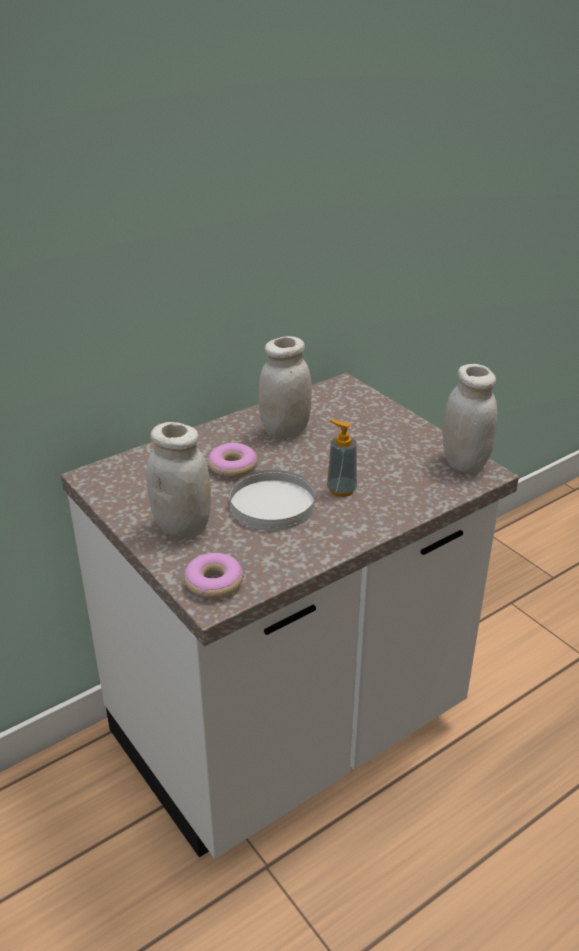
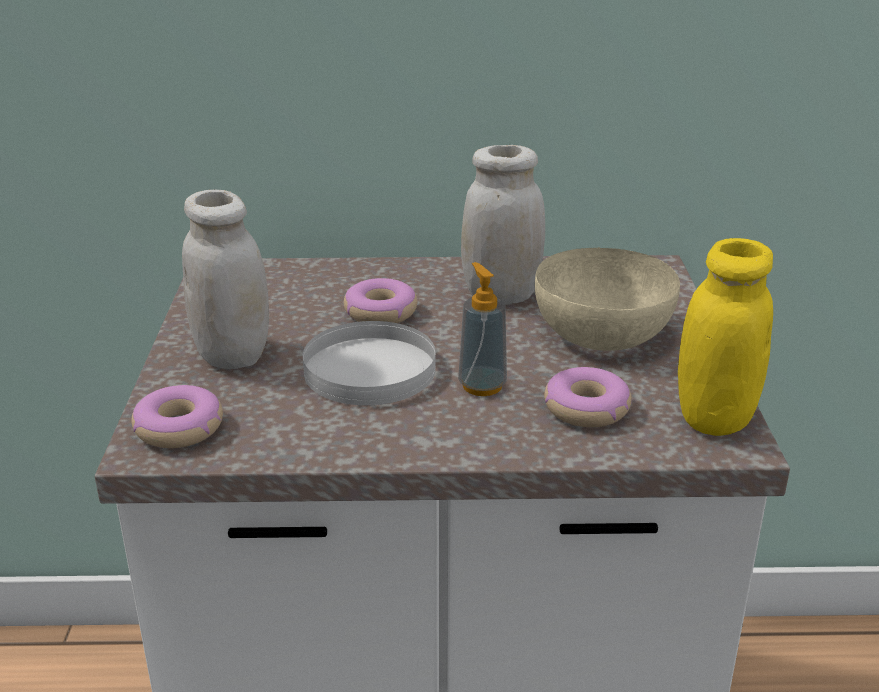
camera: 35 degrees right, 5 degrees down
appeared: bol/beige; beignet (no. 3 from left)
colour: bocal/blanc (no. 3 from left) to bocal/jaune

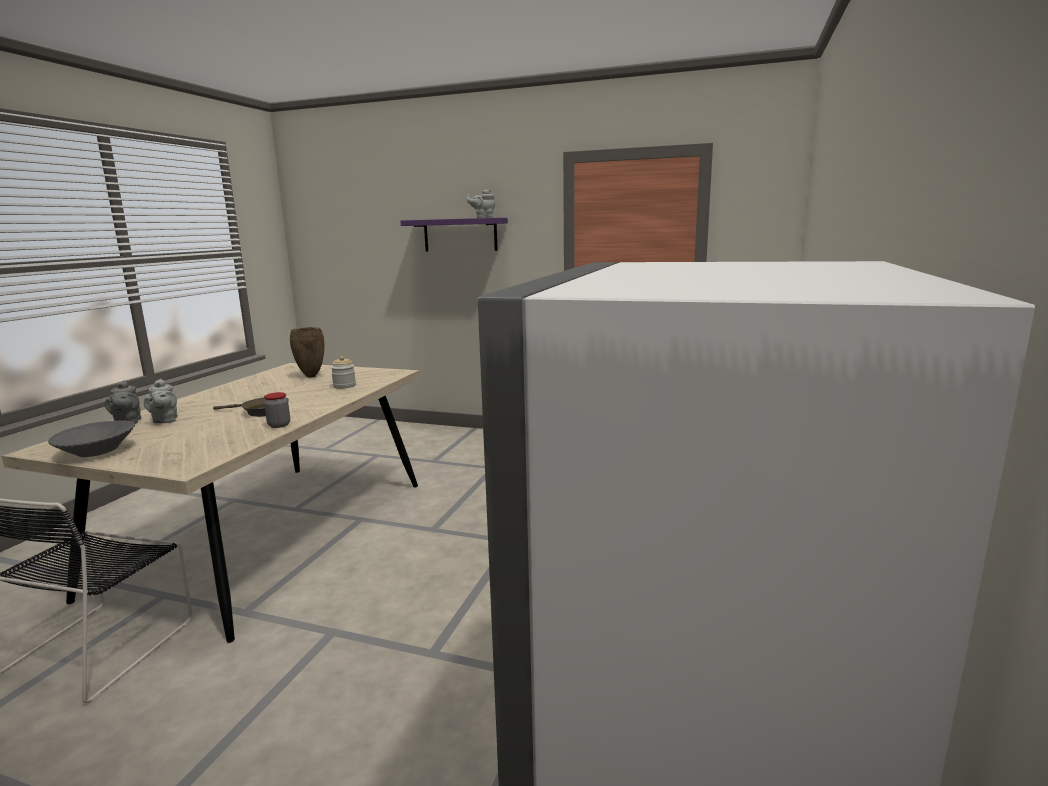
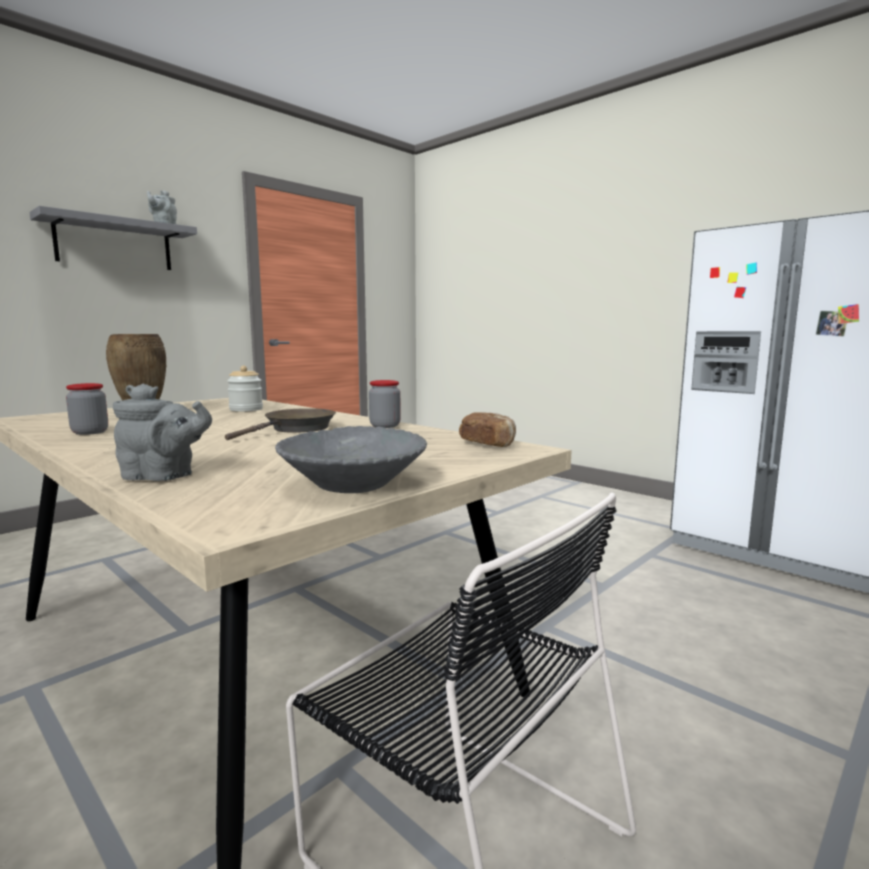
camera: 65 degrees left, 5 degrees down
missing: théière/gris (no. 2 from left)
appeared: bocal (no. 1 from left); pain
colour: étagère/violet to étagère/gris

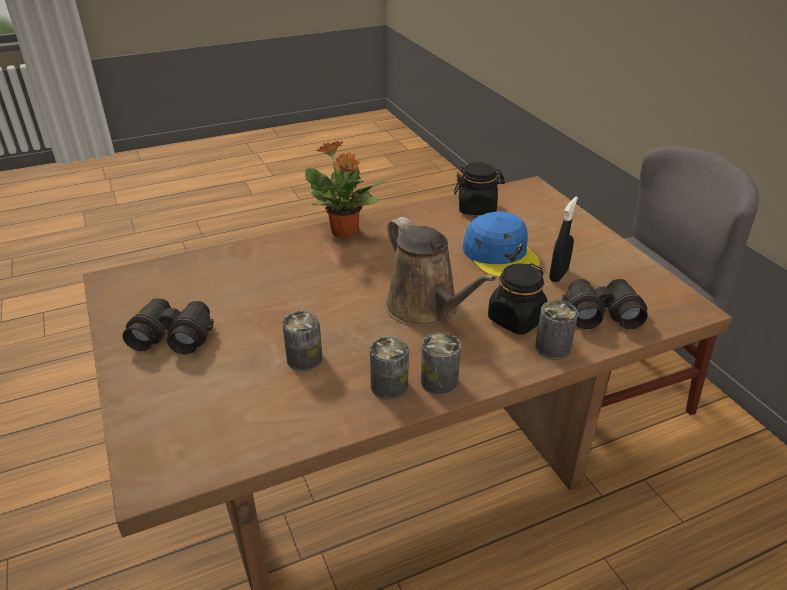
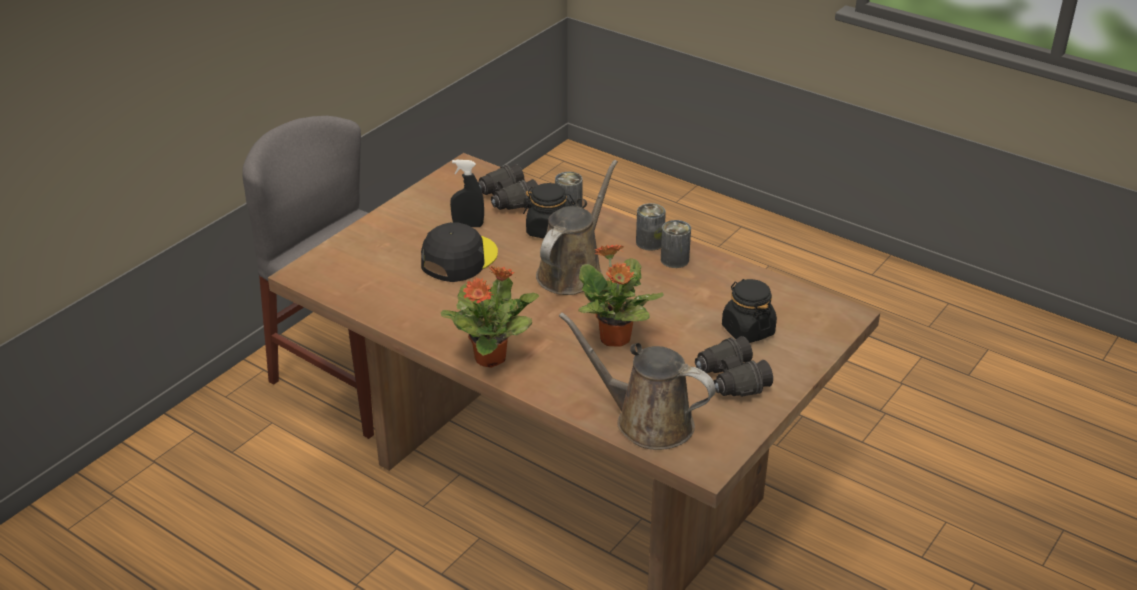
camera: 120 degrees left, 0 degrees up
missing: boîte métallique (no. 1 from left)
appeared: arrosoir/marron (no. 2 from left); plante en pot (no. 2 from left)
relocated: bocal/noir (no. 1 from left in the first image) to bocal/noir (no. 2 from left)
colour: casquette/bleu to casquette/noir

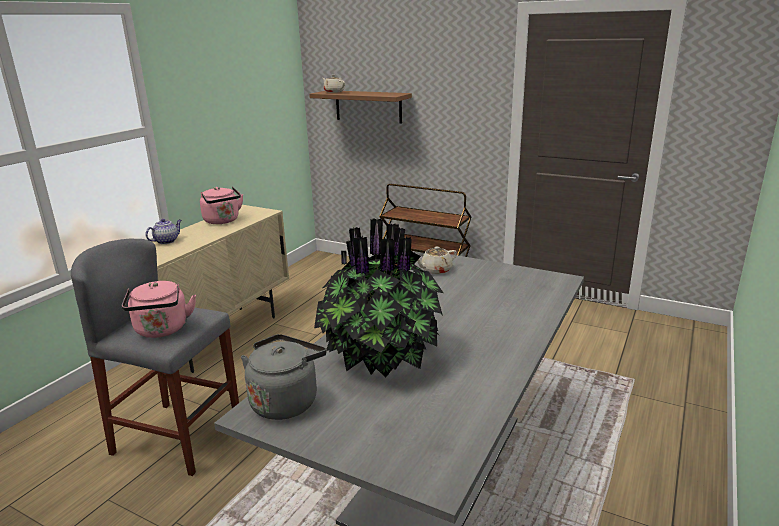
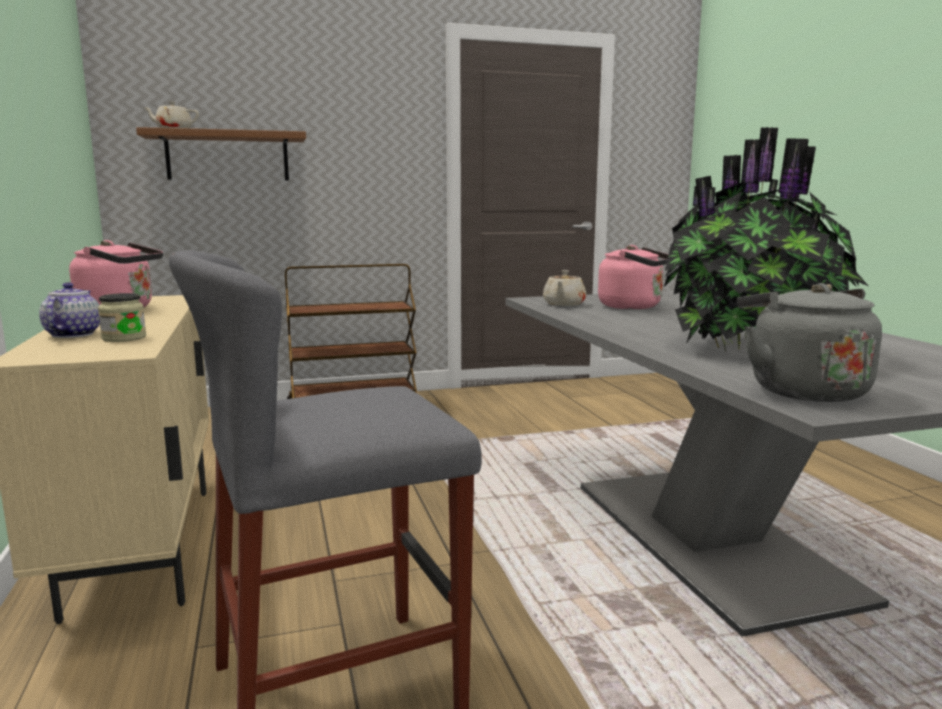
camera: 45 degrees left, 10 degrees down
appeared: bocal
relocated: bouilloire/rose (no. 1 from left in the first image) to bouilloire/rose (no. 2 from left)

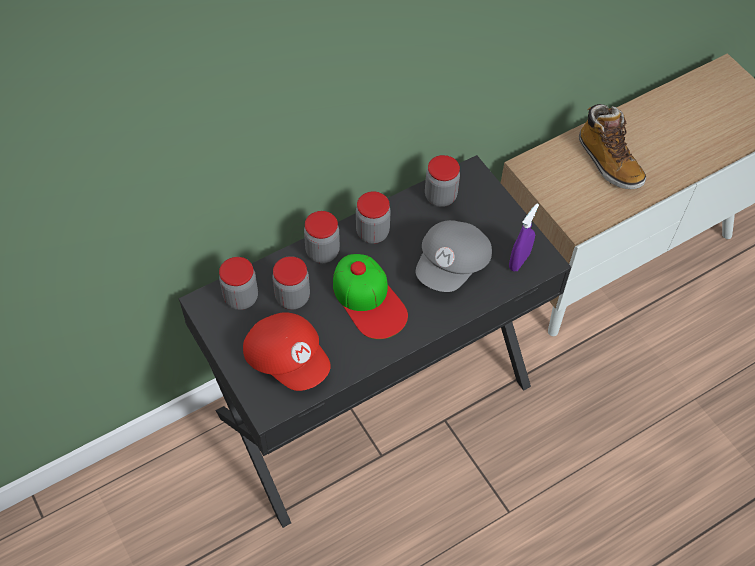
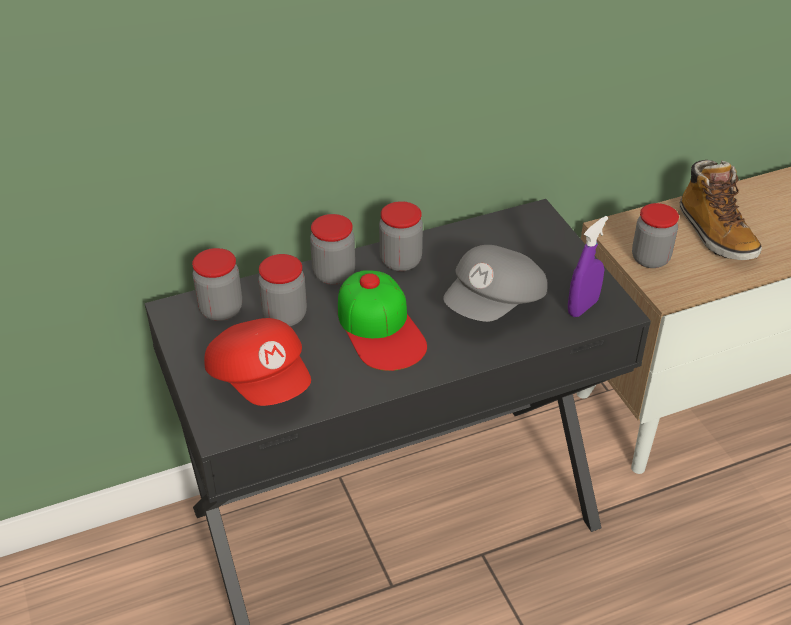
camera: 10 degrees right, 15 degrees down
relocated: bocal (no. 5 from left)

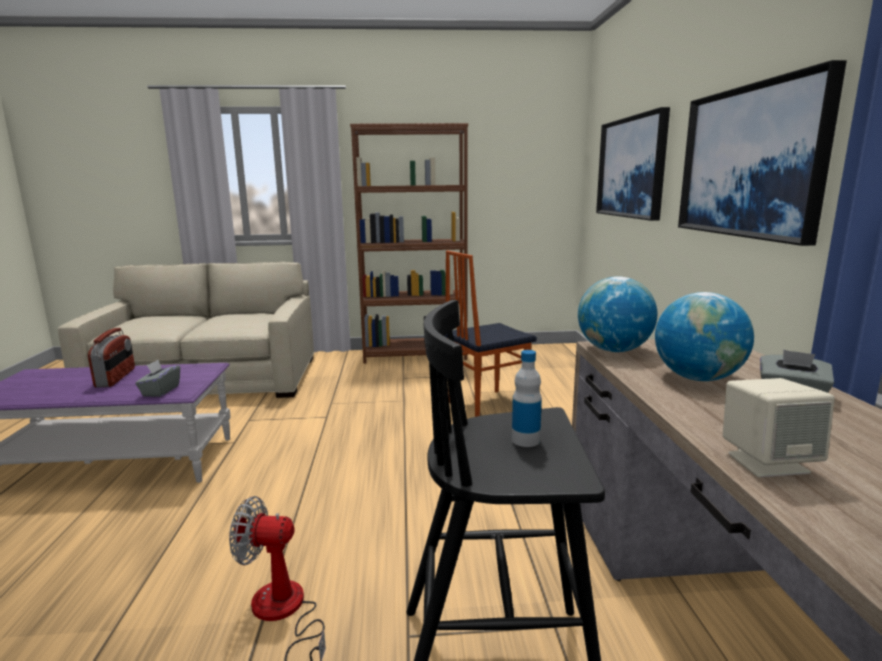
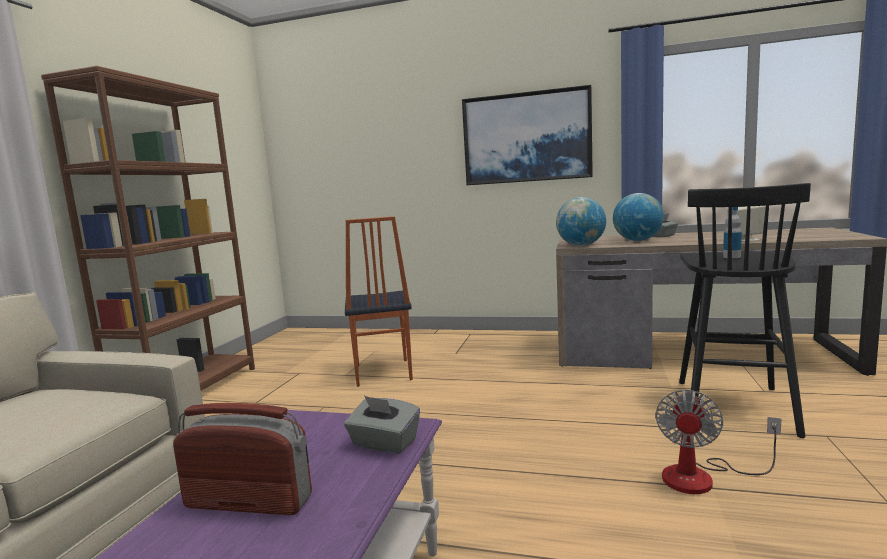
camera: 70 degrees left, 5 degrees down
missing: tableau (no. 1 from left)

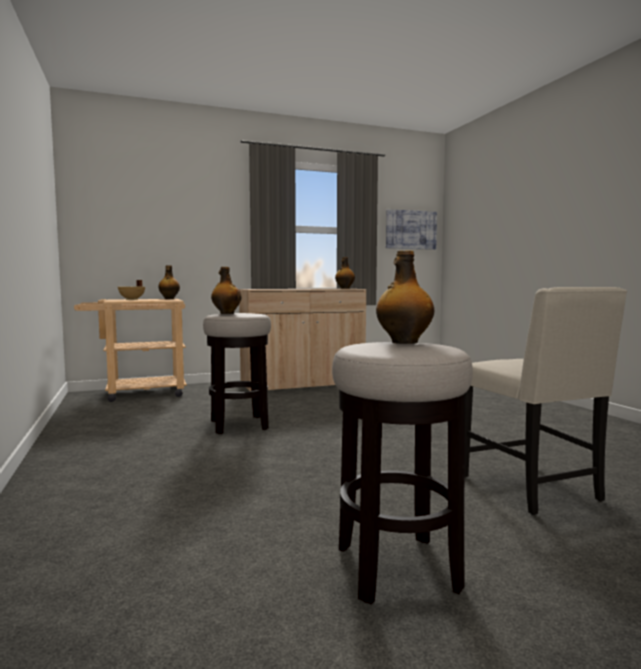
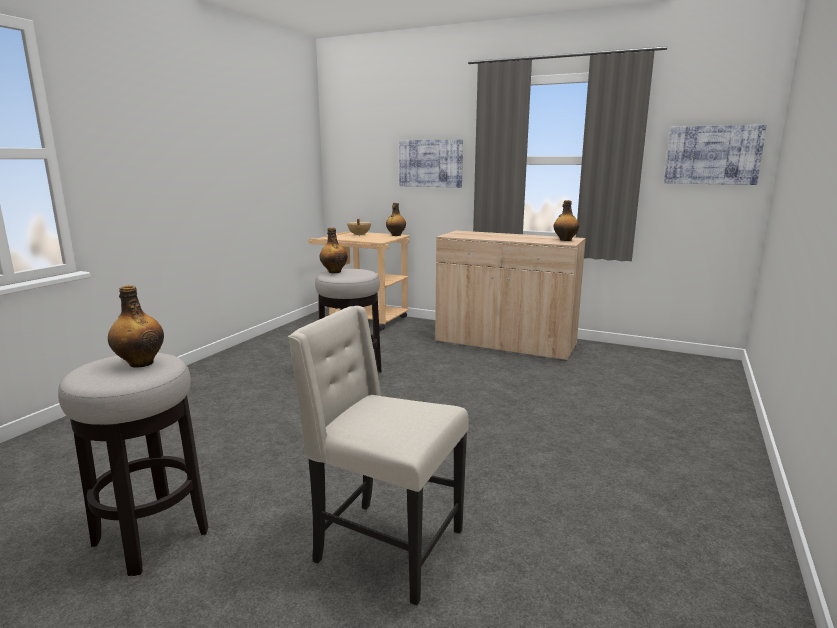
camera: 45 degrees right, 10 degrees up
appeared: tableau (no. 1 from left)
spun: chaise/beige 90 degrees clockwise

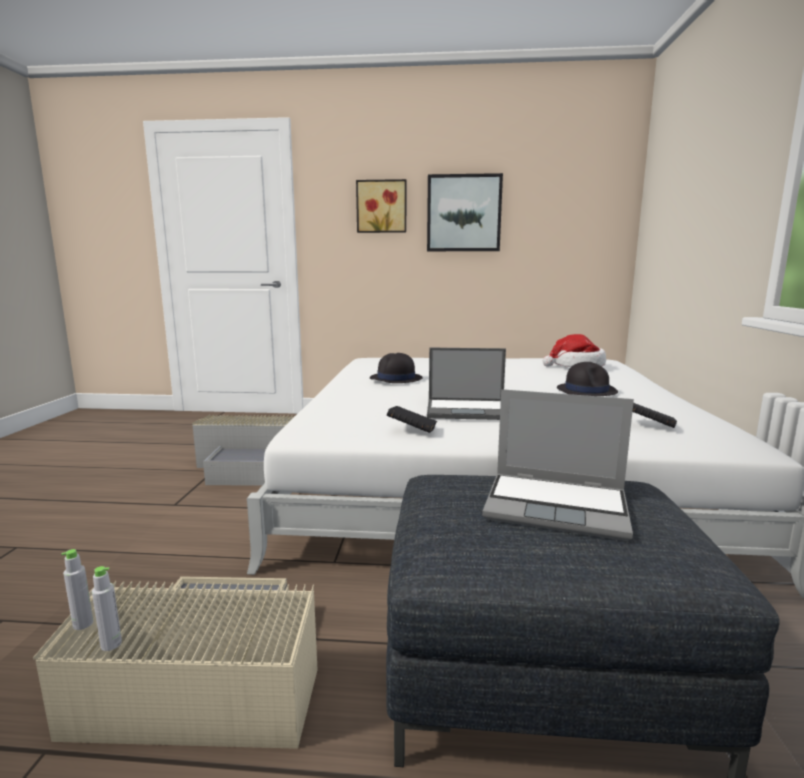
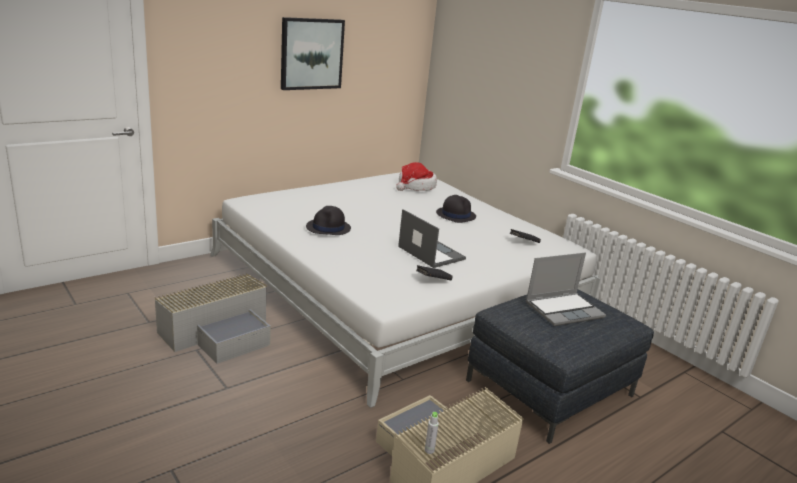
camera: 45 degrees left, 10 degrees up
missing: bouteille/gris (no. 2 from left); tableau (no. 1 from left)
spun: ordinateur portable (no. 1 from left) 90 degrees counterclockwise

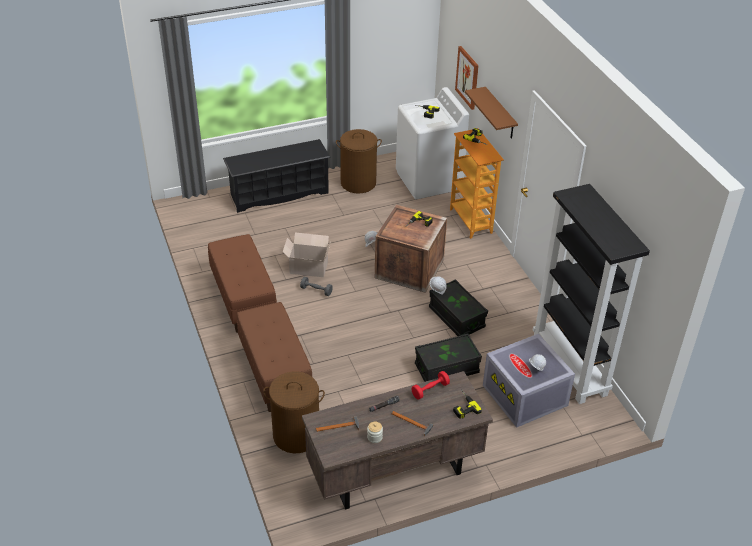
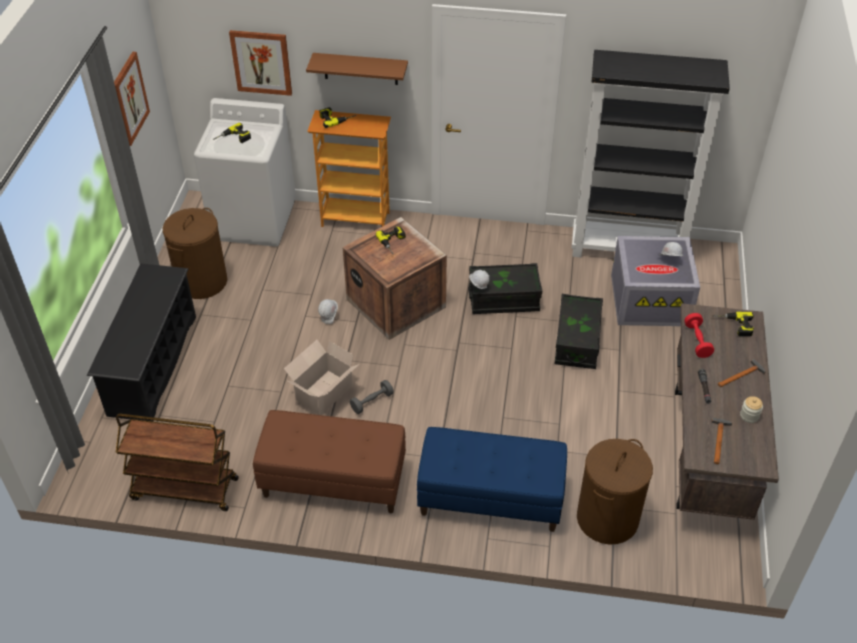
camera: 60 degrees left, 5 degrees up
appeared: tableau (no. 1 from left); chariot/marron
colour: banc/marron (no. 2 from left) to banc/bleu

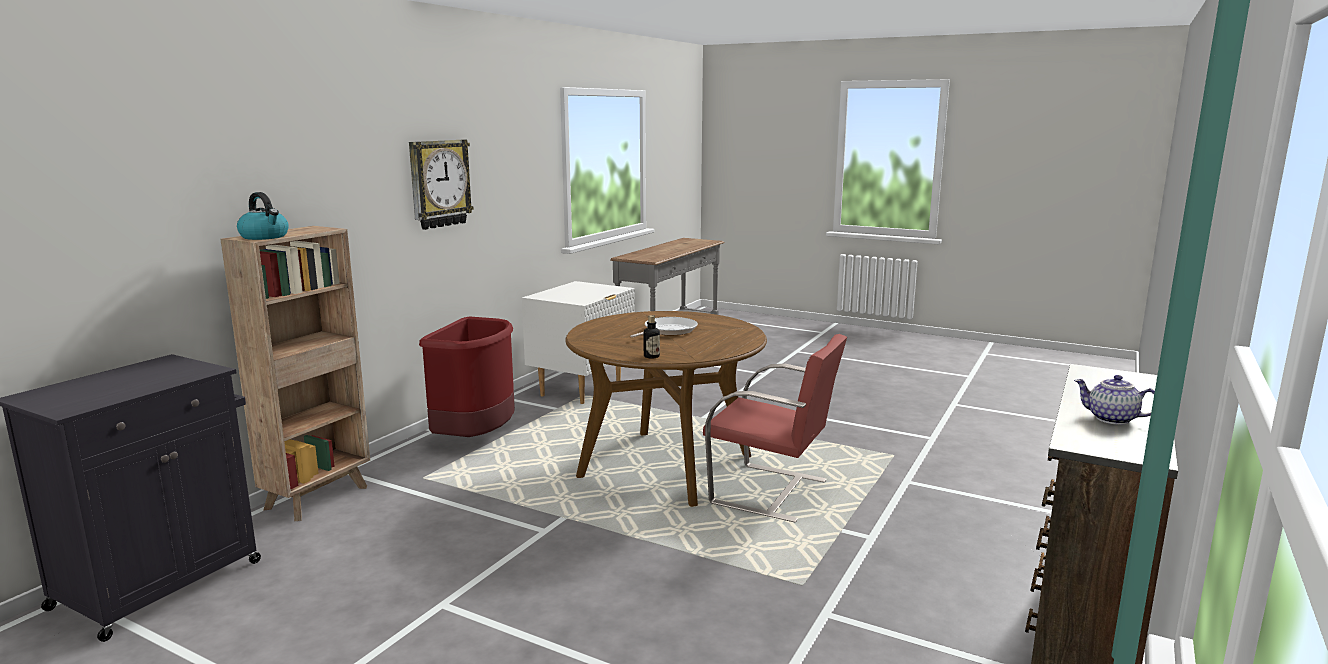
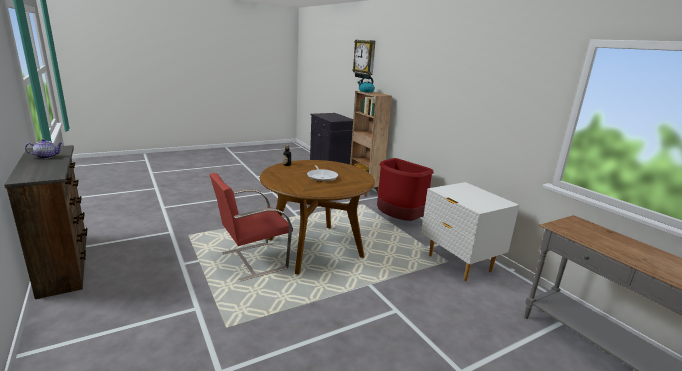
camera: 120 degrees right, 5 degrees up
relocated: horloge murale

